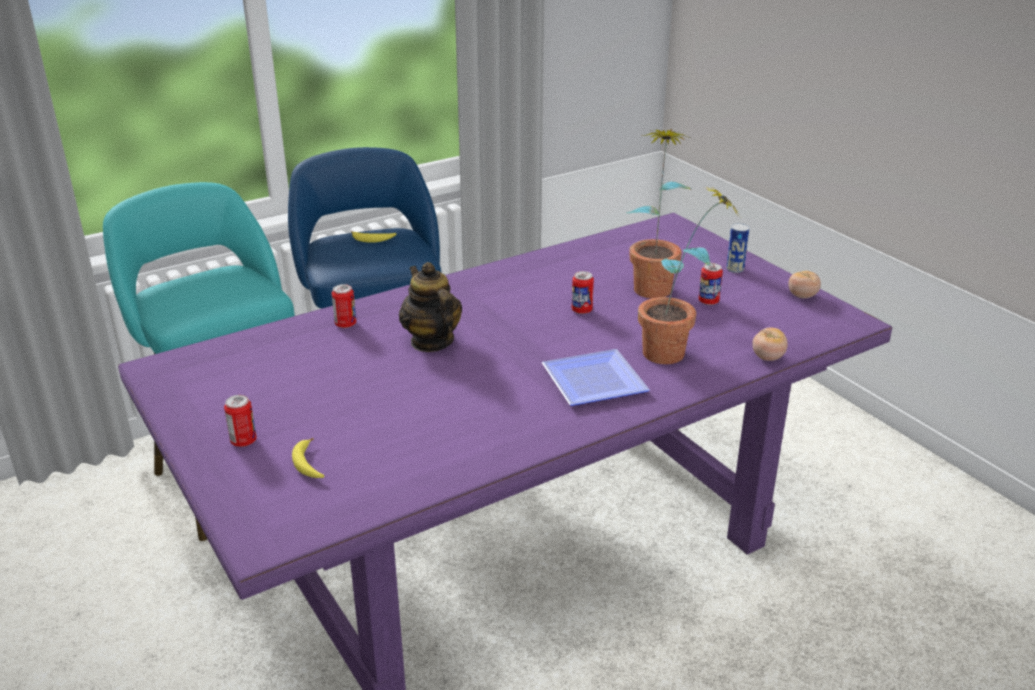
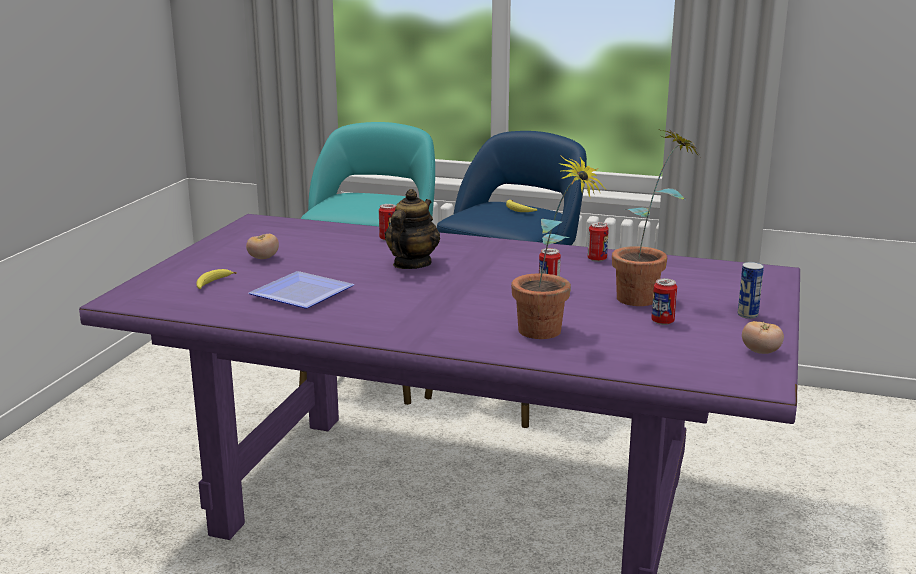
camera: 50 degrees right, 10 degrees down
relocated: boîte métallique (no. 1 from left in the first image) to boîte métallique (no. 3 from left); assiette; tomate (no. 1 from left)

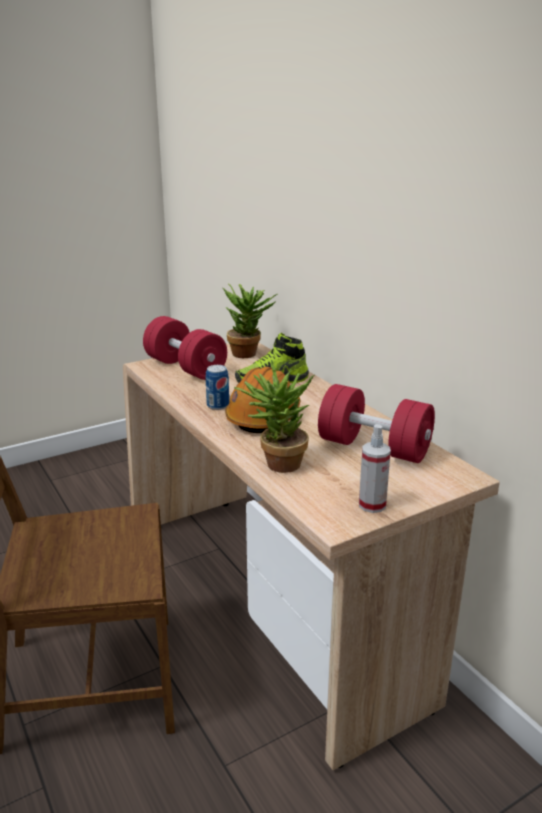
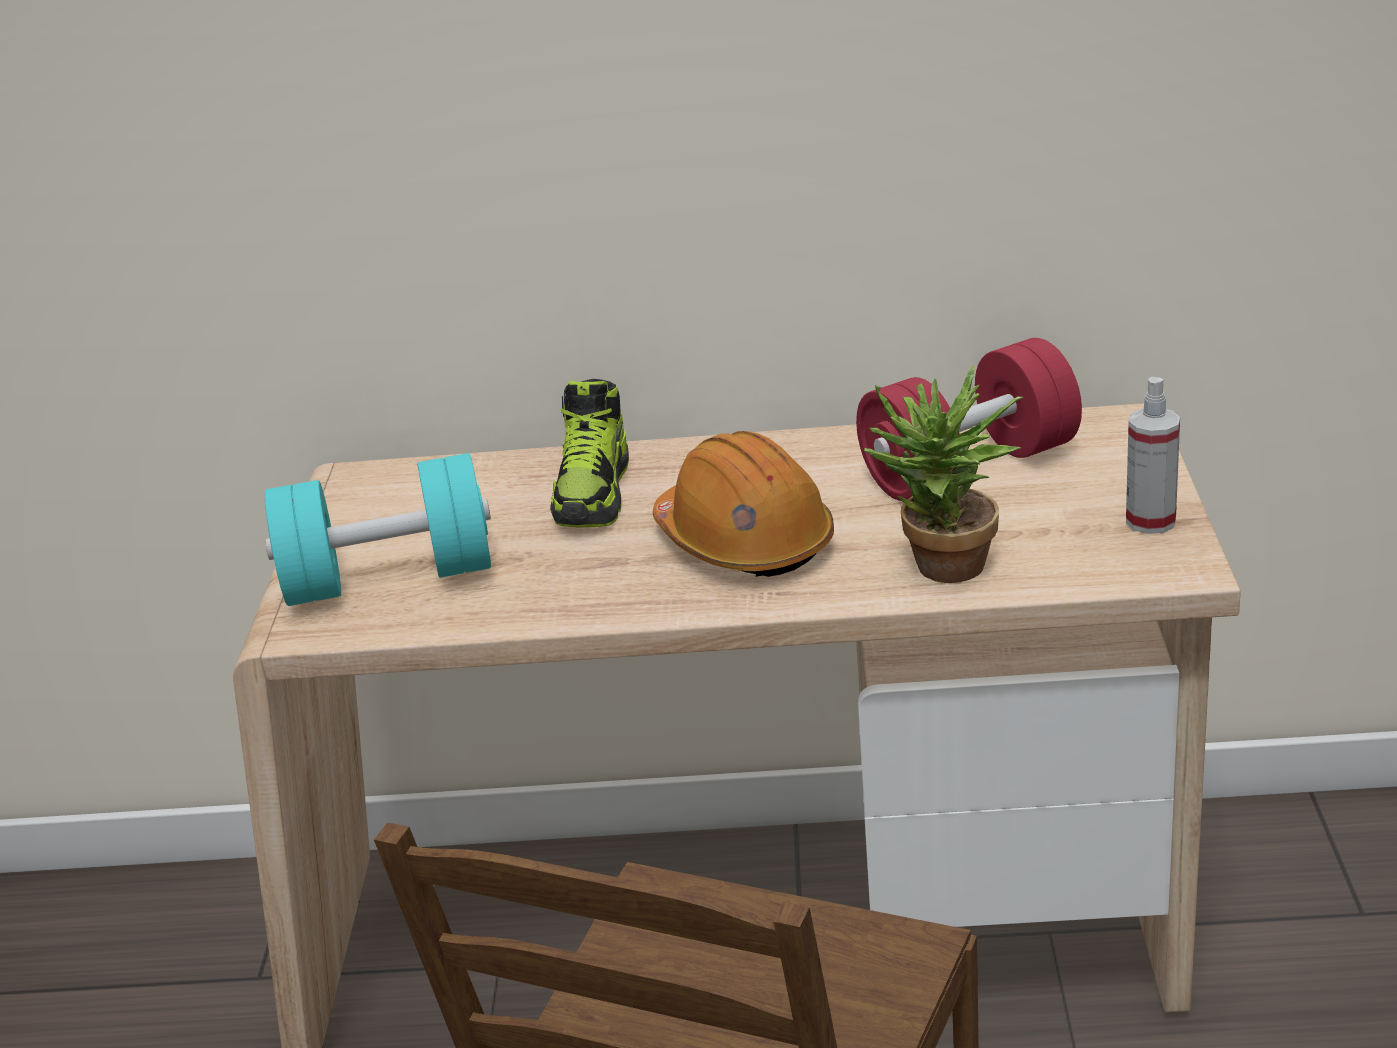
camera: 55 degrees left, 5 degrees up
missing: boîte métallique; plante en pot (no. 1 from left)
colour: haltère/rouge (no. 1 from left) to haltère/turquoise

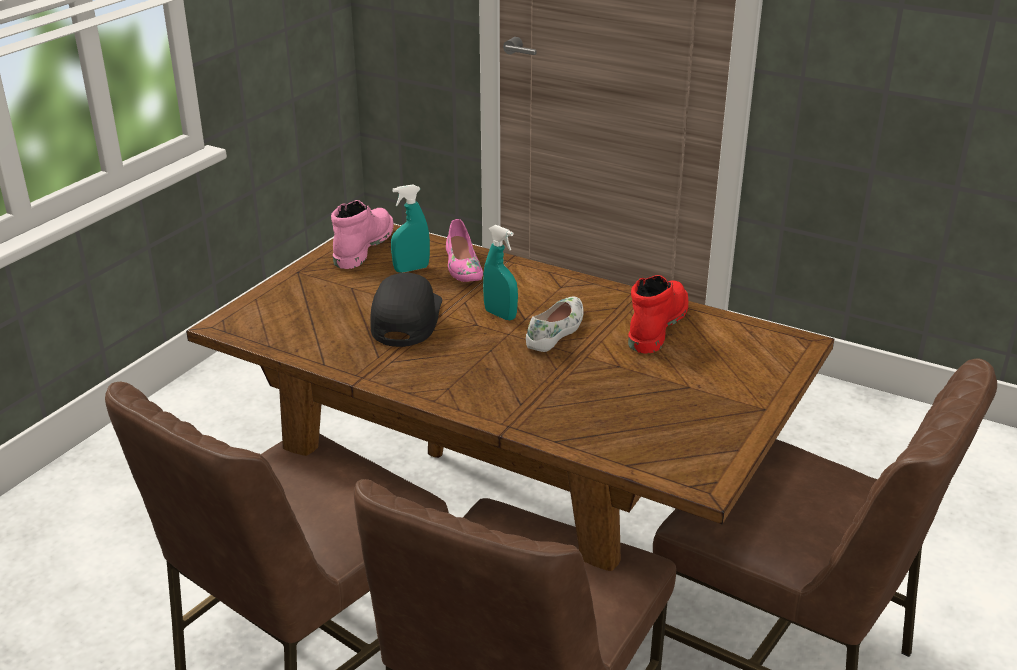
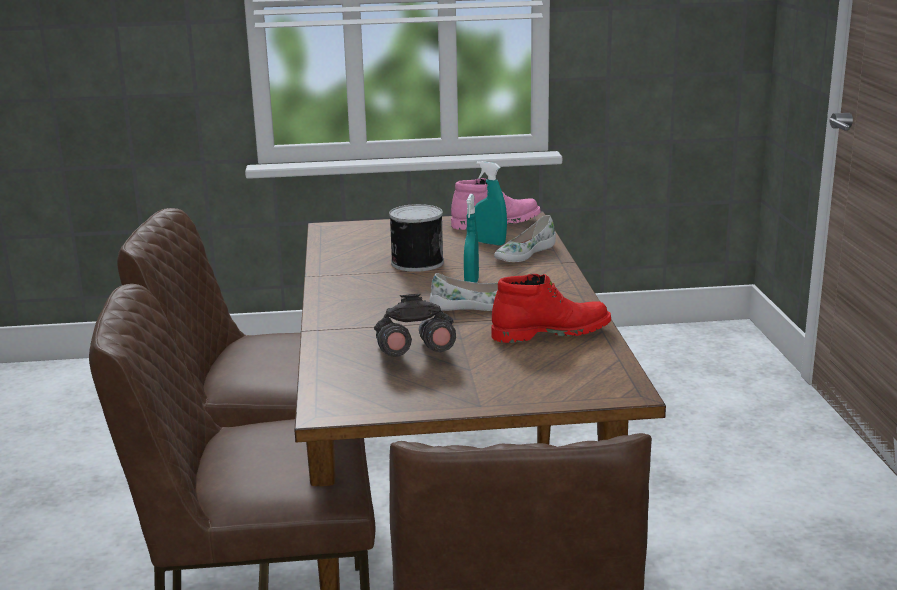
camera: 55 degrees right, 10 degrees down
appeared: jumelles/gris
exchanged: casquette/noir to boîte métallique
colour: chaussure/rose to chaussure/blanc (no. 2 from left)

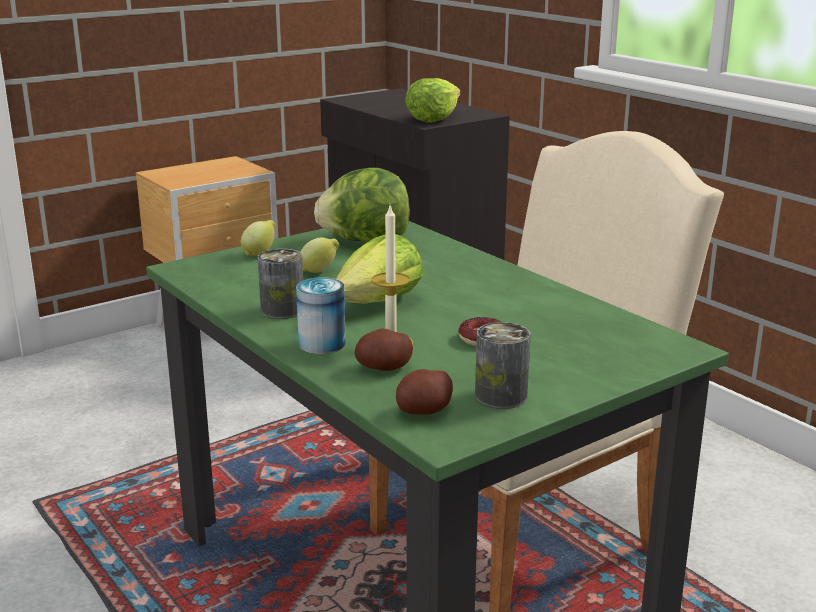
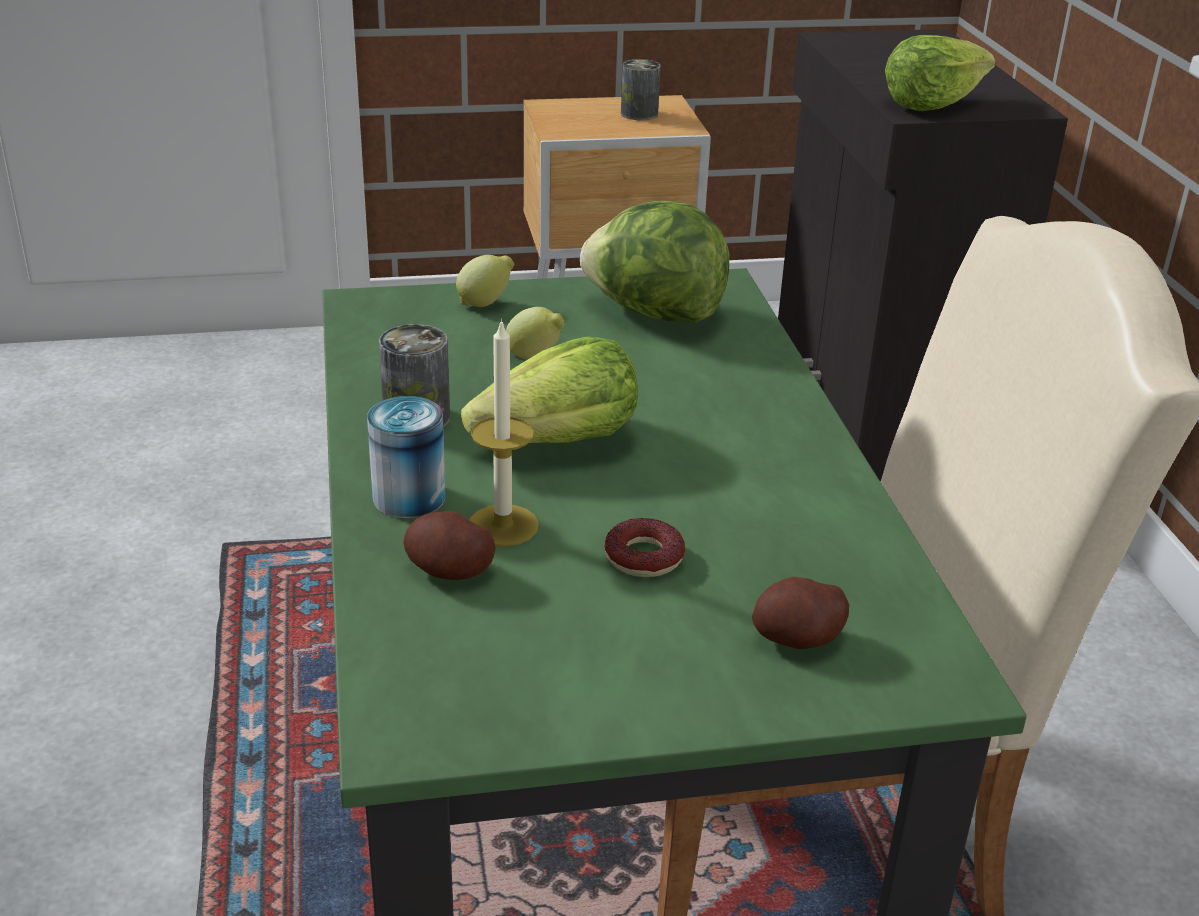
camera: 25 degrees right, 10 degrees up
relocated: pomme de terre (no. 2 from left); boîte métallique (no. 3 from left)

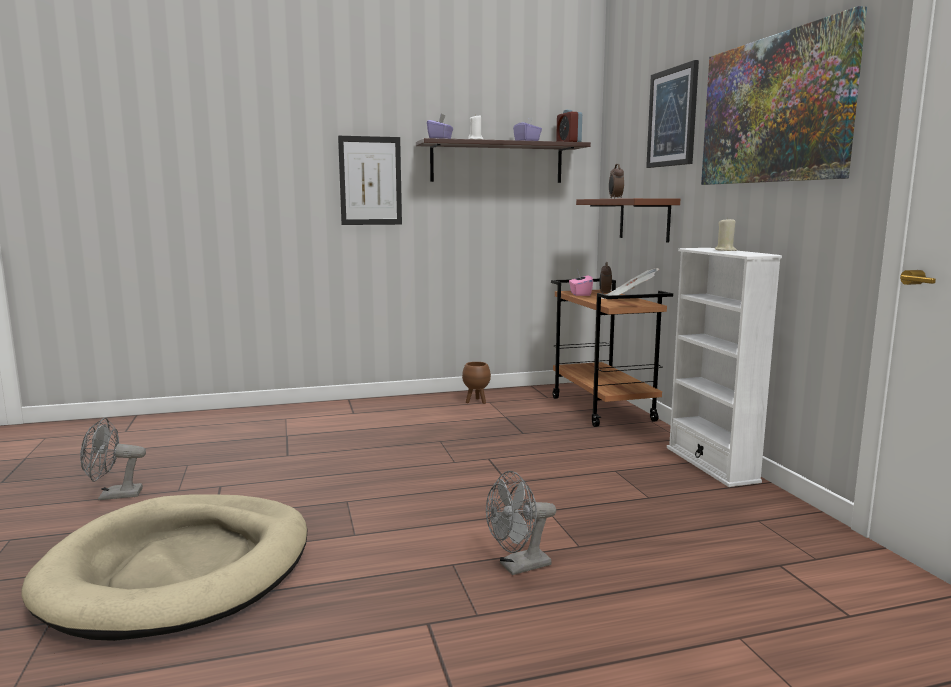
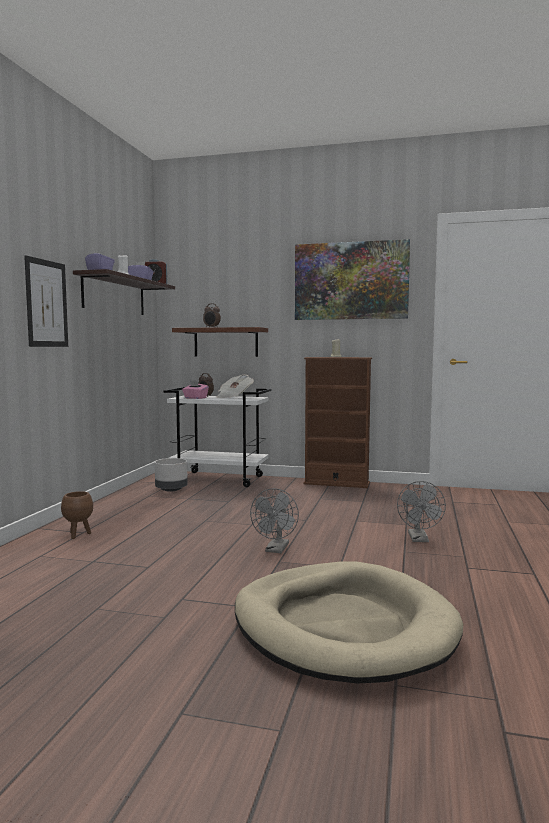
camera: 60 degrees left, 5 degrees down
missing: tableau (no. 2 from left)
appeared: cache-pot/gris
relocated: ventilateur/gris (no. 1 from left); cache-pot/marron
colour: chariot/marron to chariot/blanc; bibliothèque/blanc to bibliothèque/marron

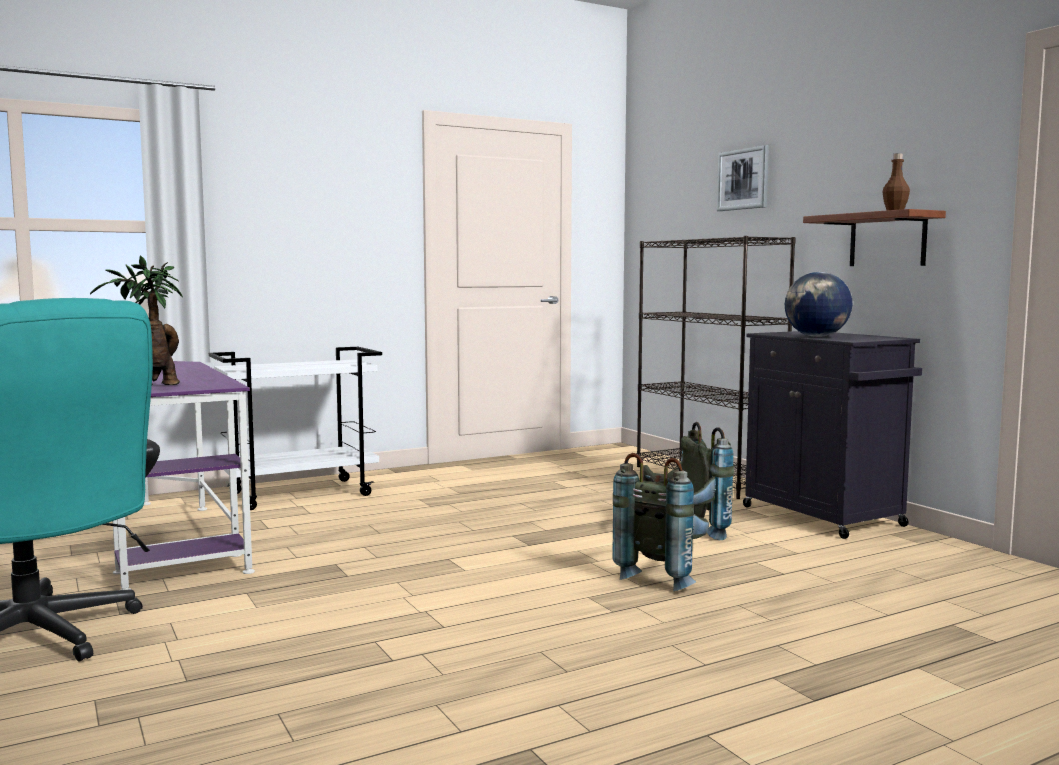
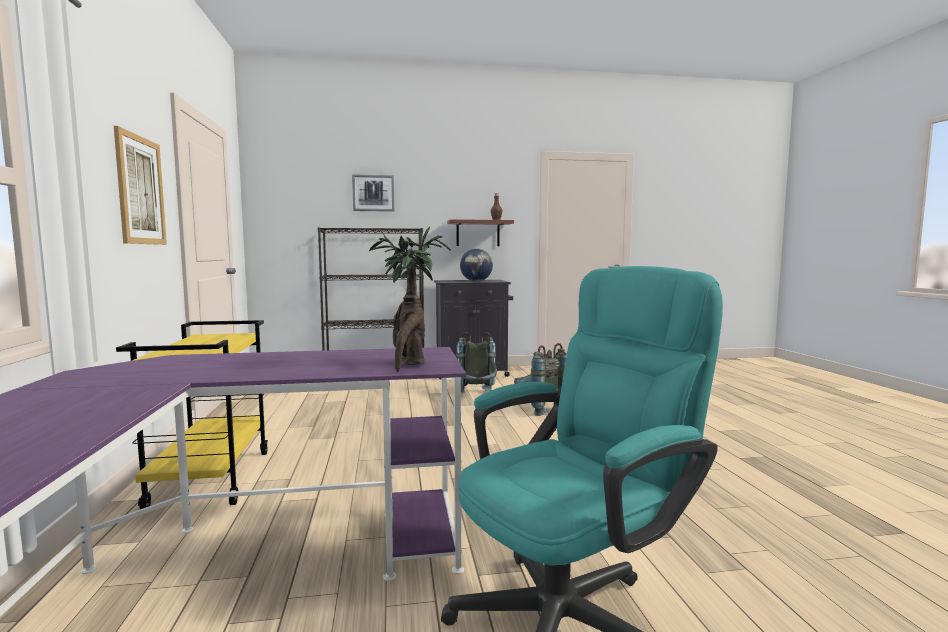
camera: 70 degrees left, 0 degrees up
appeared: tableau (no. 1 from left)
colour: chariot/blanc to chariot/jaune

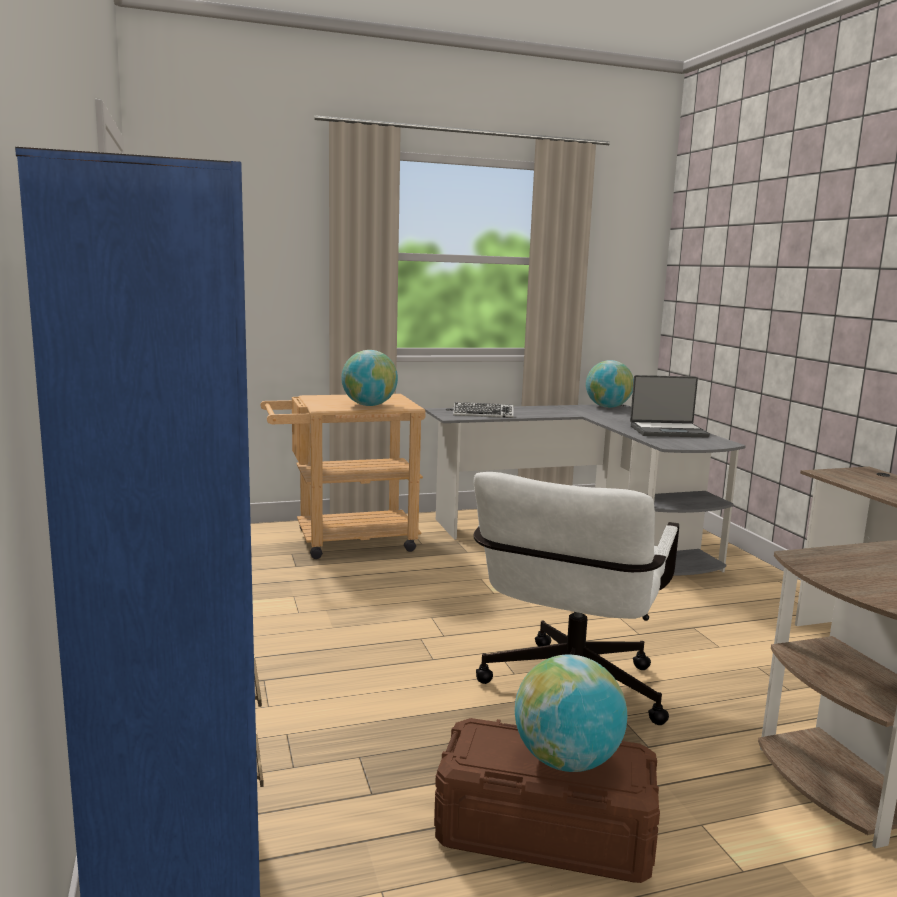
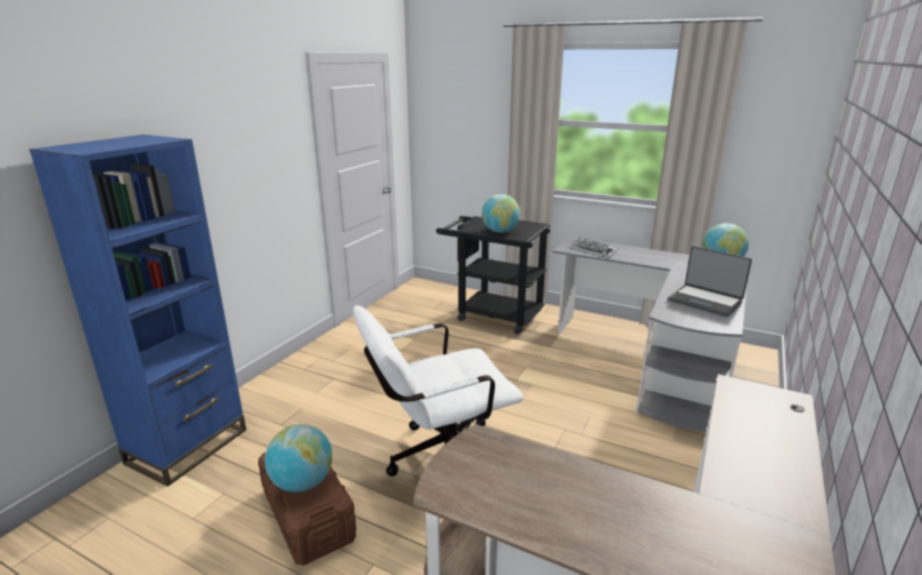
camera: 45 degrees right, 10 degrees up
colour: chariot/beige to chariot/noir

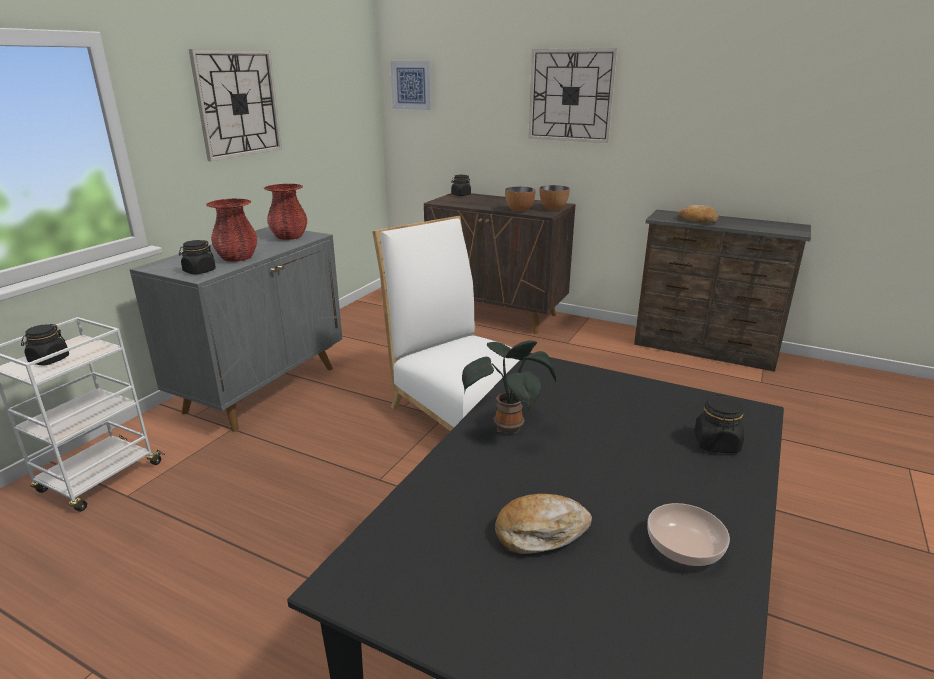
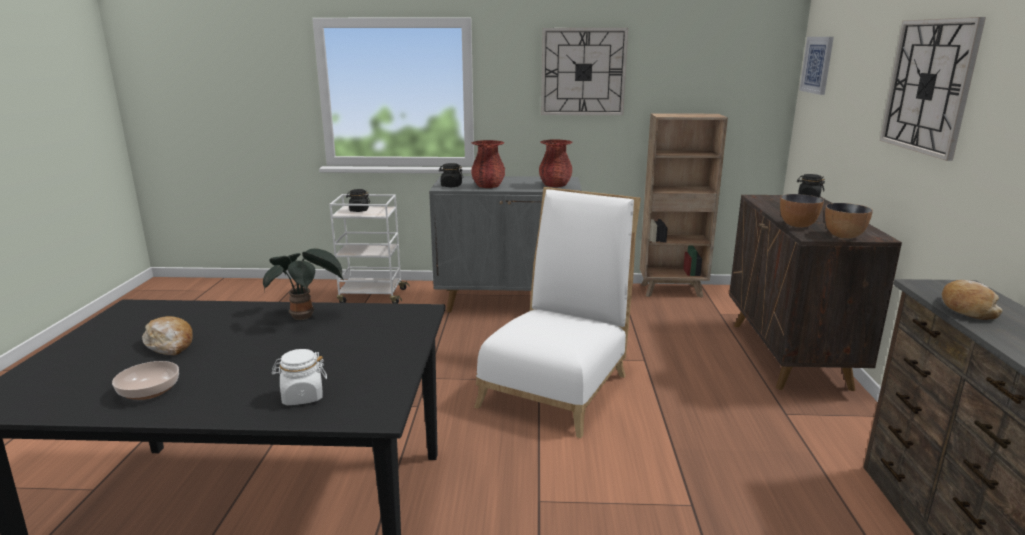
camera: 65 degrees right, 5 degrees down
appeared: bibliothèque/marron
colour: bocal/noir (no. 4 from left) to bocal/blanc

